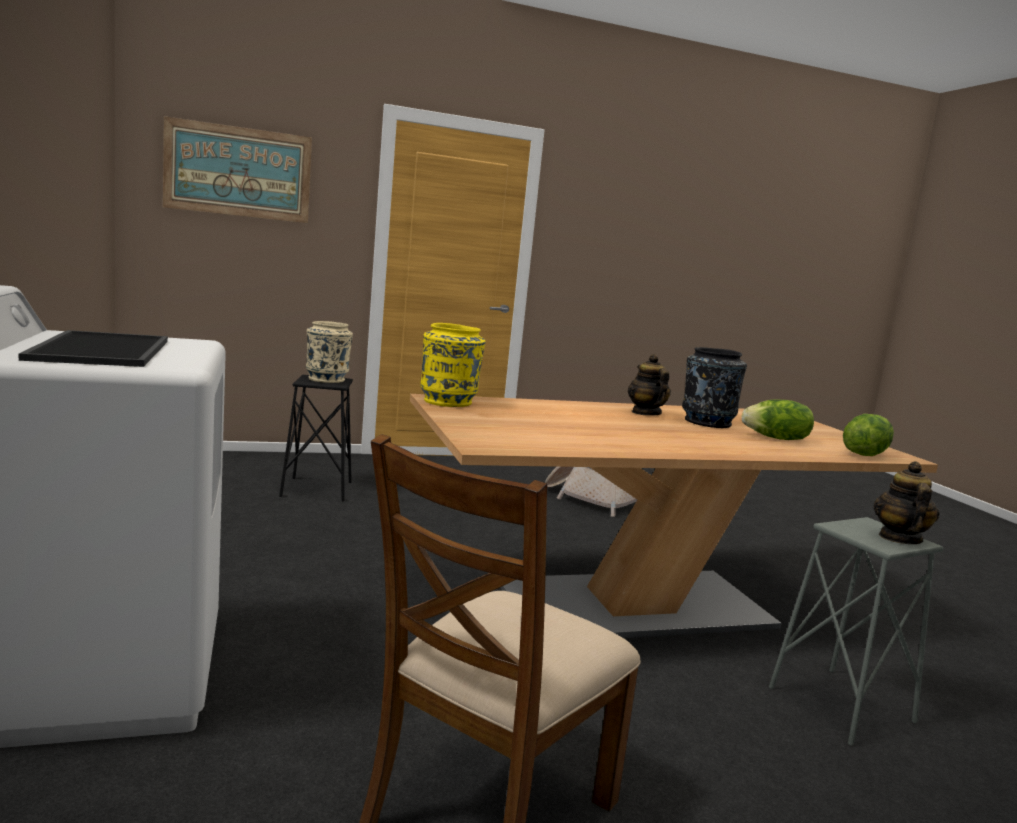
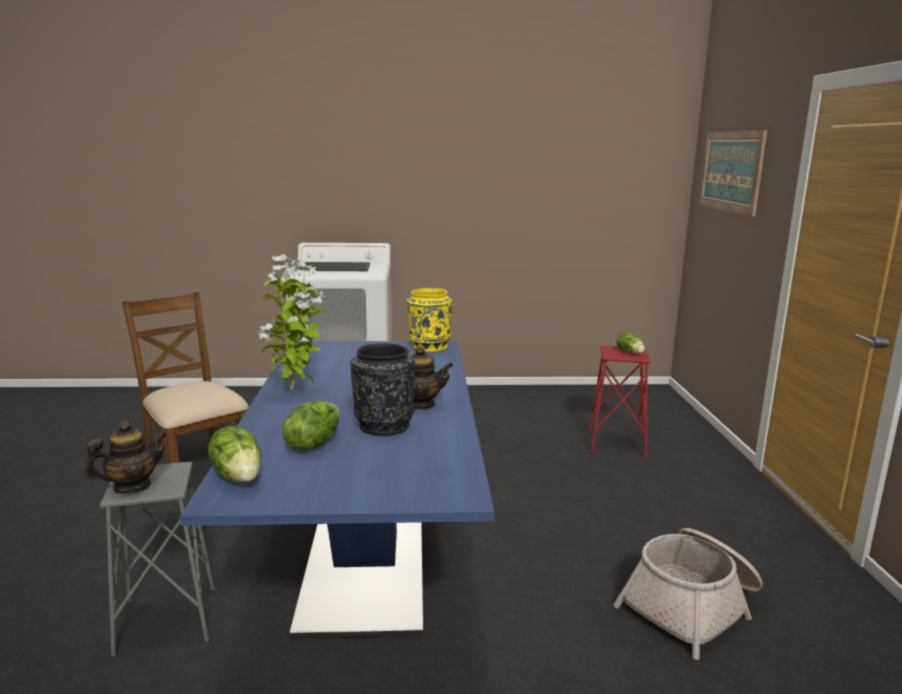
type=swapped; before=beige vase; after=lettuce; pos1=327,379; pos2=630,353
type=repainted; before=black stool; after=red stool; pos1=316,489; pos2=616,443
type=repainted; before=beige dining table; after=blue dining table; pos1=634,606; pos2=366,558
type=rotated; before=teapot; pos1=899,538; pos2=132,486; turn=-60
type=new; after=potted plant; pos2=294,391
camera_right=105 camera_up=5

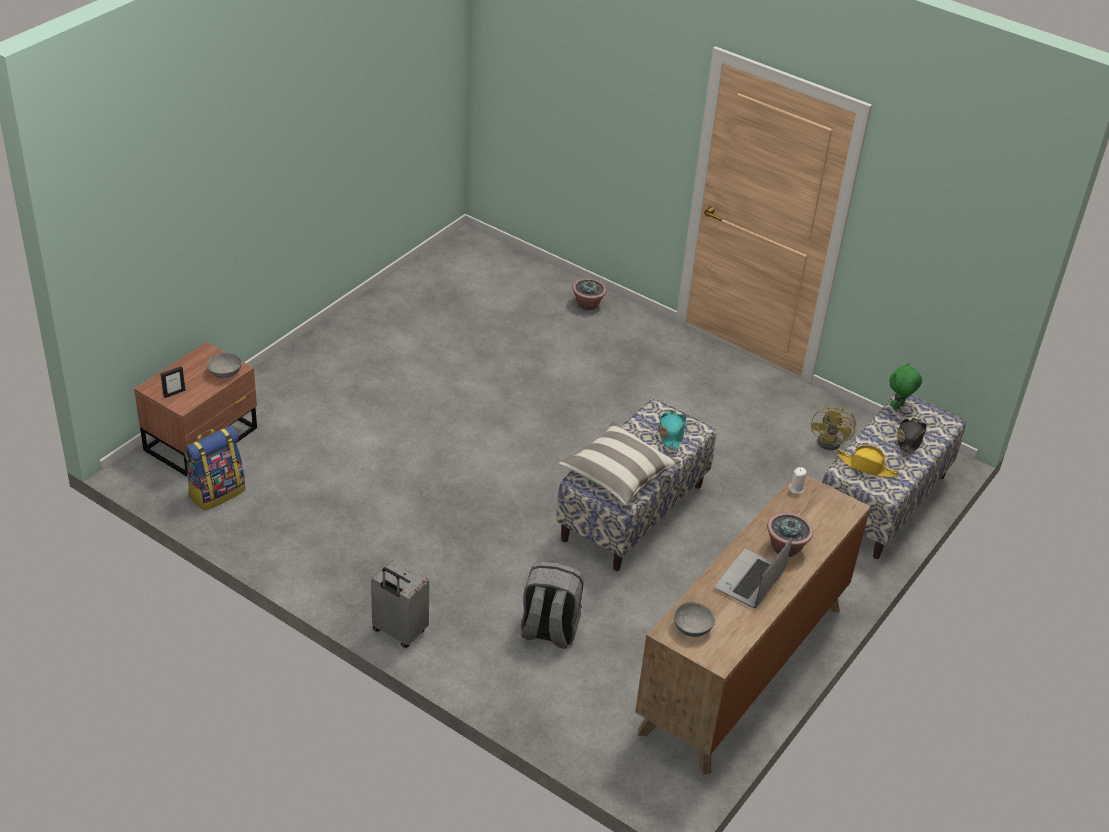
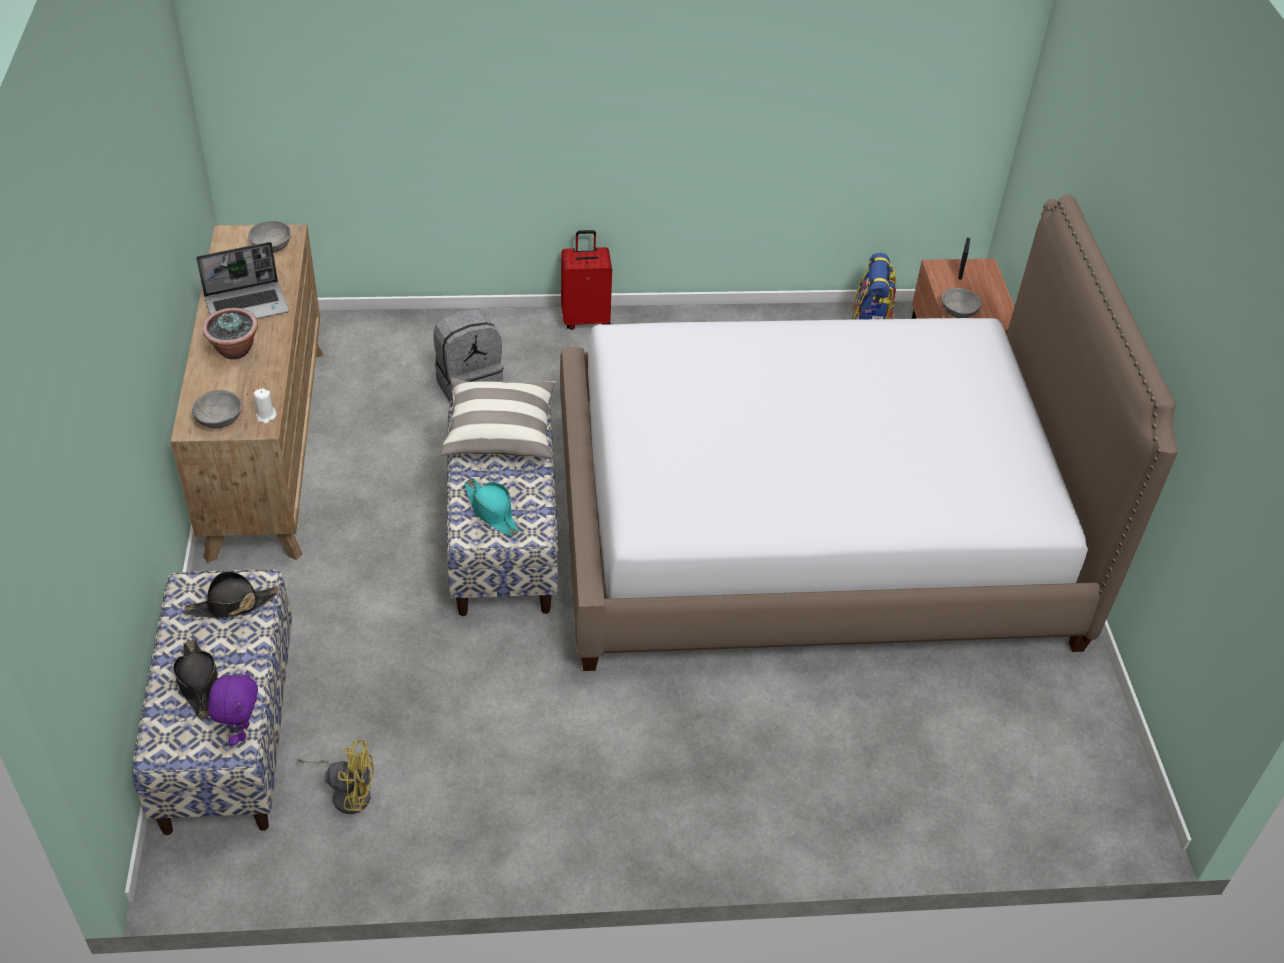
type=gone; before=potted plant; pos1=588,305
type=repainted; before=green plush toy; after=purple plush toy; pos1=898,407; pos2=241,731
type=rotated; before=yellow fan; pos1=833,441; pos2=347,792; turn=120
type=repainted; before=yellow hat; after=black hat; pos1=867,467; pos2=232,605
type=rotated; before=laptop; pos1=750,581; pos2=248,305; turn=75
type=repainted; before=grey suitcase; after=red suitcase; pos1=398,632; pos2=586,319
type=new; after=bed; pos2=811,529
type=new; after=grey bowl; pos2=218,419
camera_right=140 camera_up=5

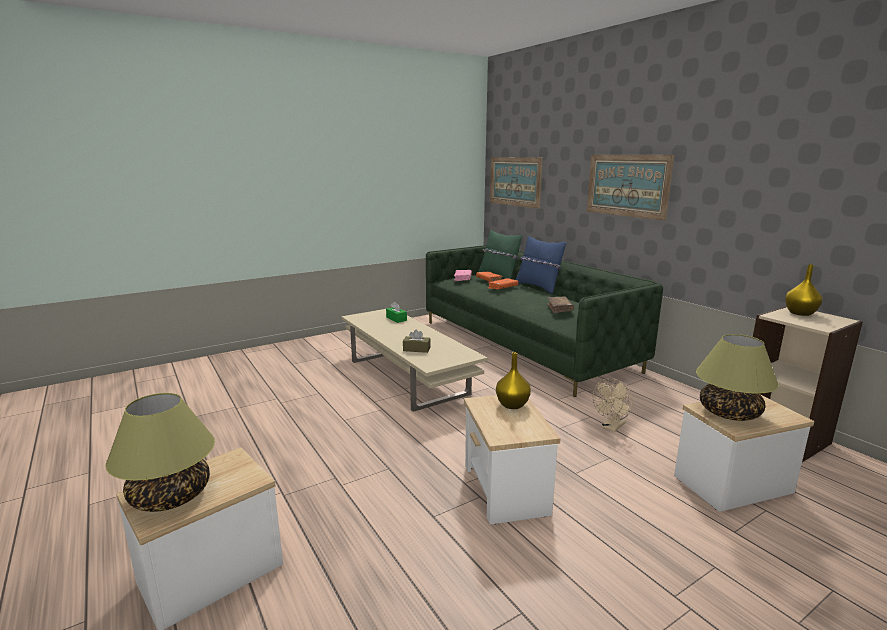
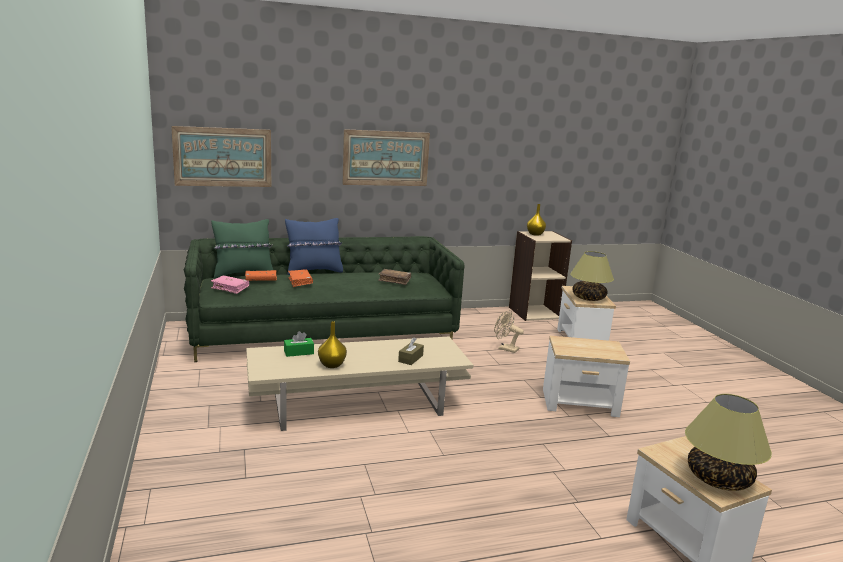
type=shifted; before=yellow vase; pos1=512,404; pos2=331,365
type=rotated; before=beige fan; pos1=611,427; pos2=505,348; turn=150
camera_right=-75 camera_up=0

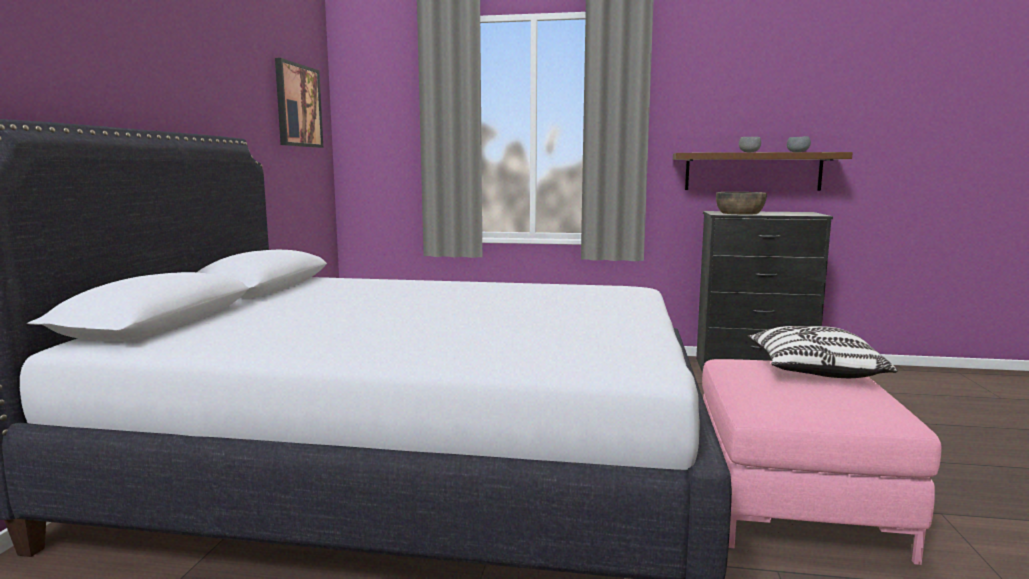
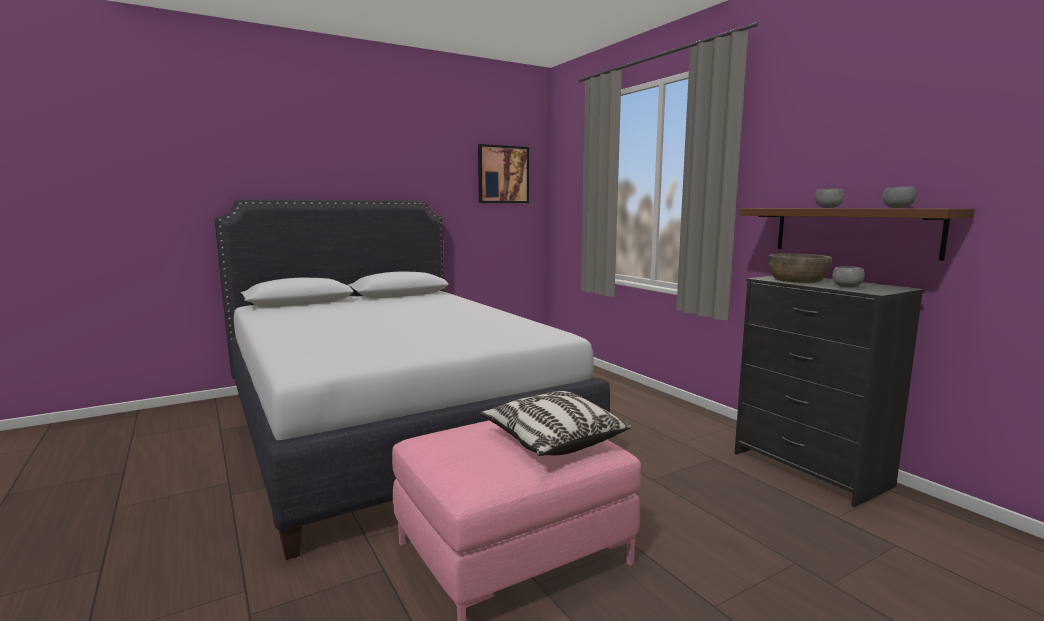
type=new; after=grey bowl; pos2=847,287
camera_right=50 camera_up=0

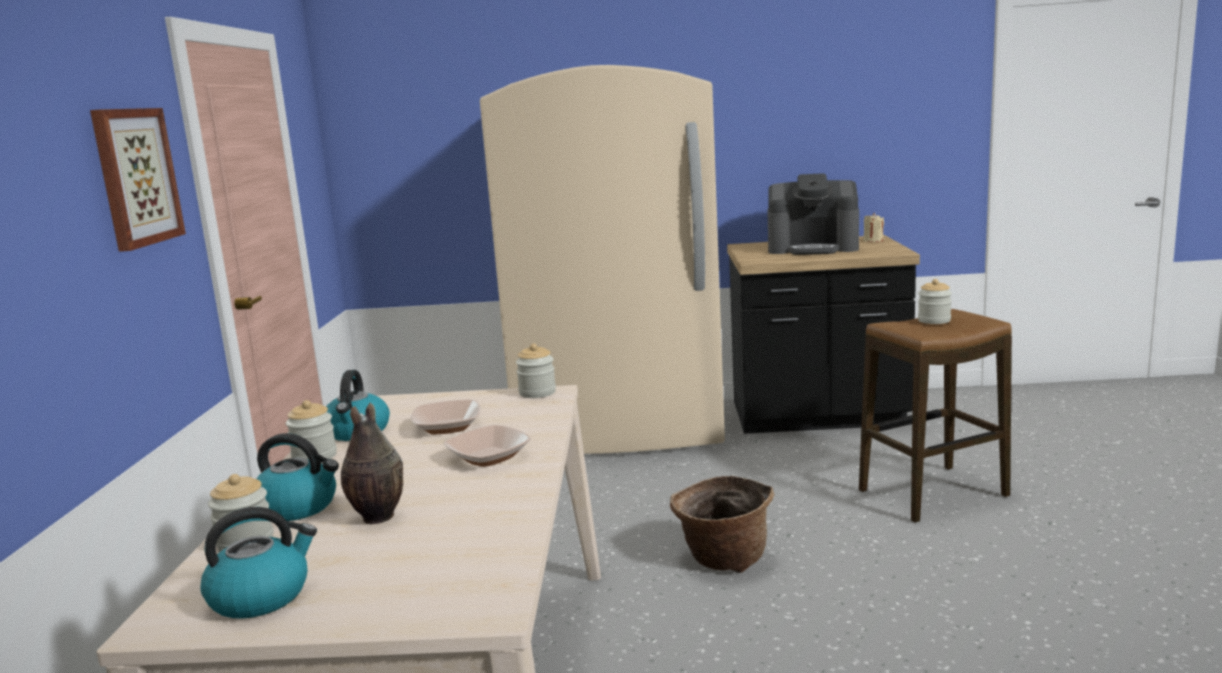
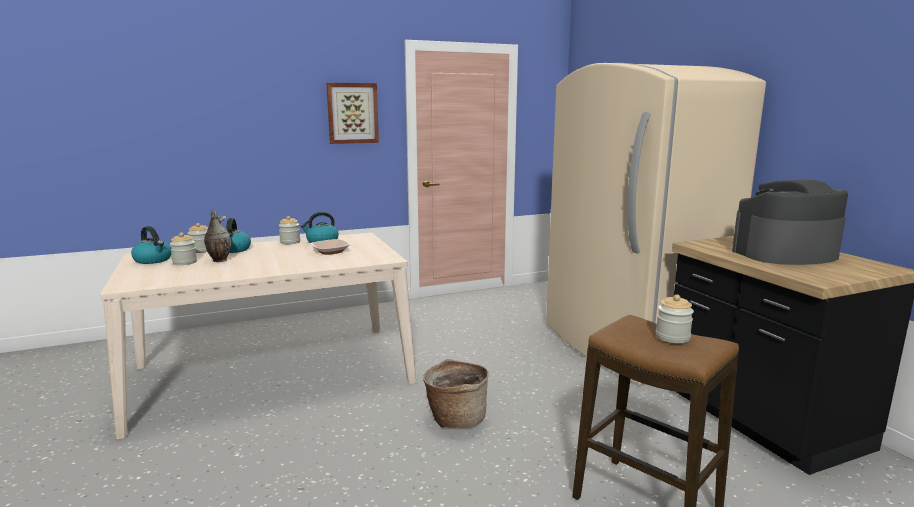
type=rotated; before=coffee machine; pos1=813,248; pos2=784,254; turn=90
type=gone; before=beige candle; pos1=873,240
type=shifted; before=jar; pos1=537,392; pos2=185,262
type=gone; before=bowl; pos1=488,457
camera_right=65 camera_up=0

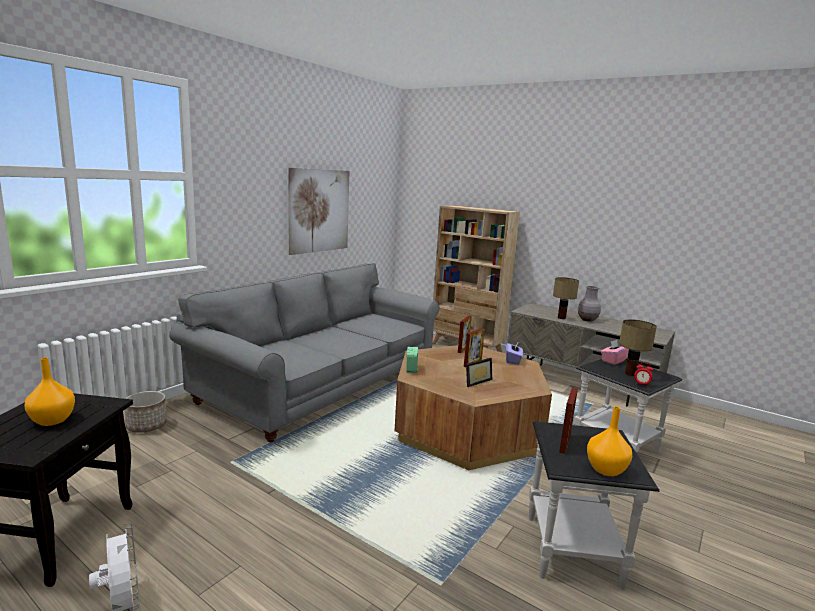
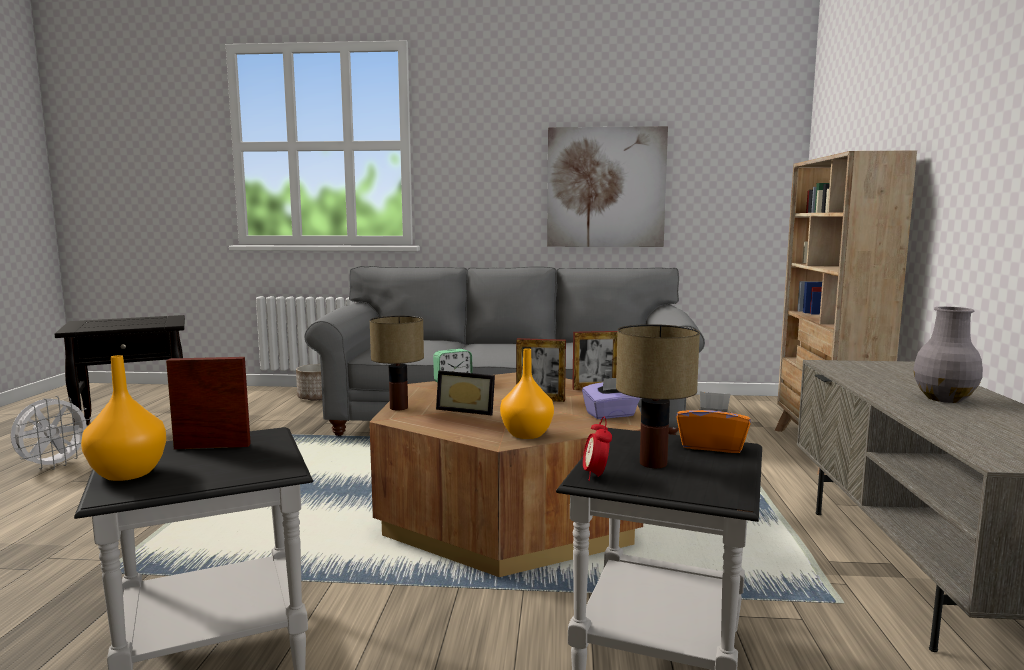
type=shifted; before=table lamp; pos1=562,318; pos2=398,408
type=repainted; before=pink tissue box; after=orange tissue box; pos1=613,361; pos2=711,446
type=shifted; before=orange vase; pos1=53,420; pos2=528,434
camera_right=60 camera_up=-5

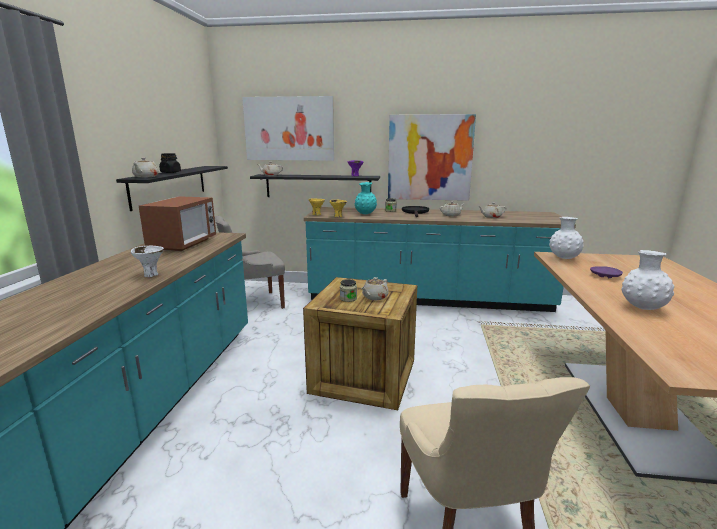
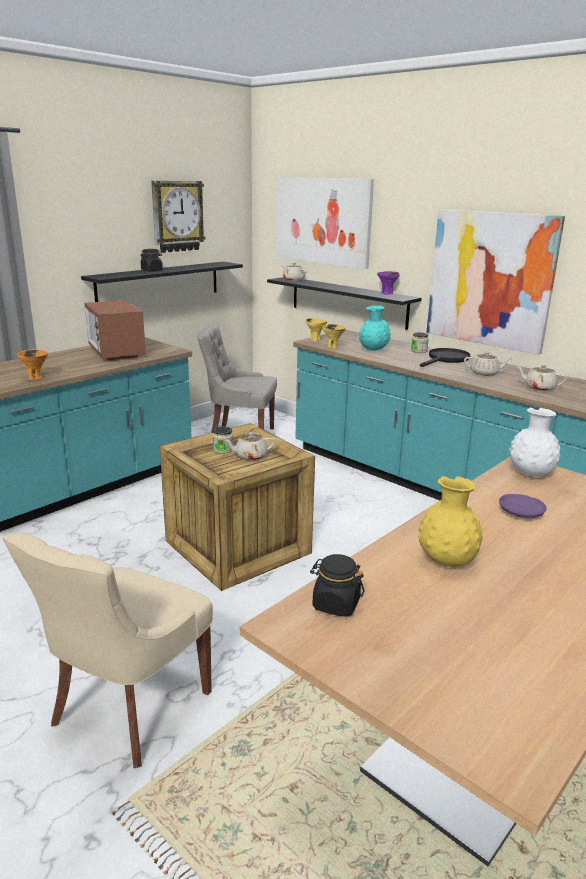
type=gone; before=beige teapot; pos1=145,177
type=rotated; before=microwave; pos1=183,244; pos2=116,352; turn=105
type=repainted; before=white bowl; after=orange bowl; pos1=150,274; pos2=35,377
type=repainted; before=white vase; after=yellow vase; pos1=642,308; pos2=446,561
type=new; after=wall clock; pos2=177,216
type=new; after=black jar; pos2=335,604
camera_right=35 camera_up=5

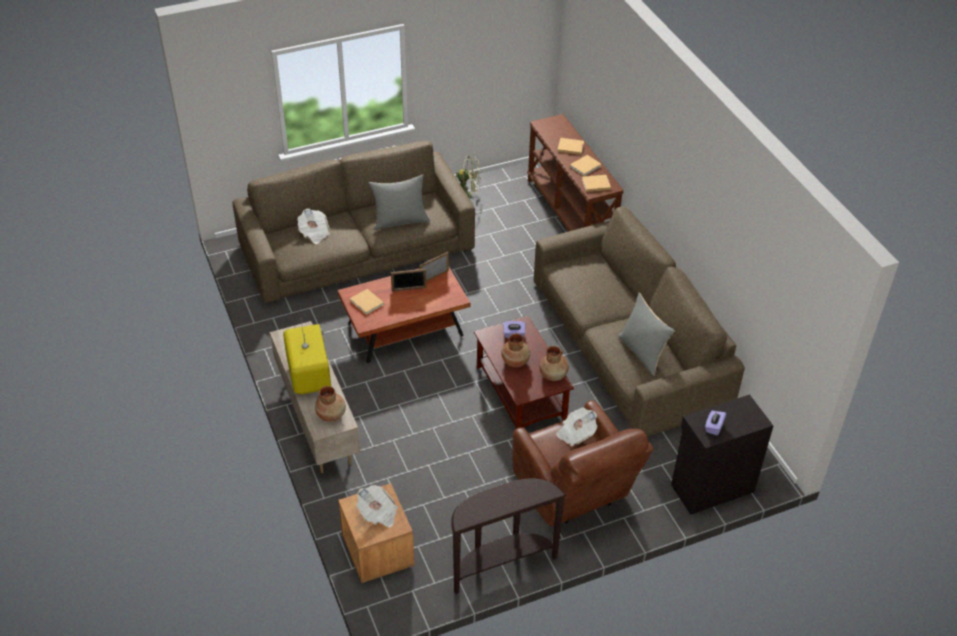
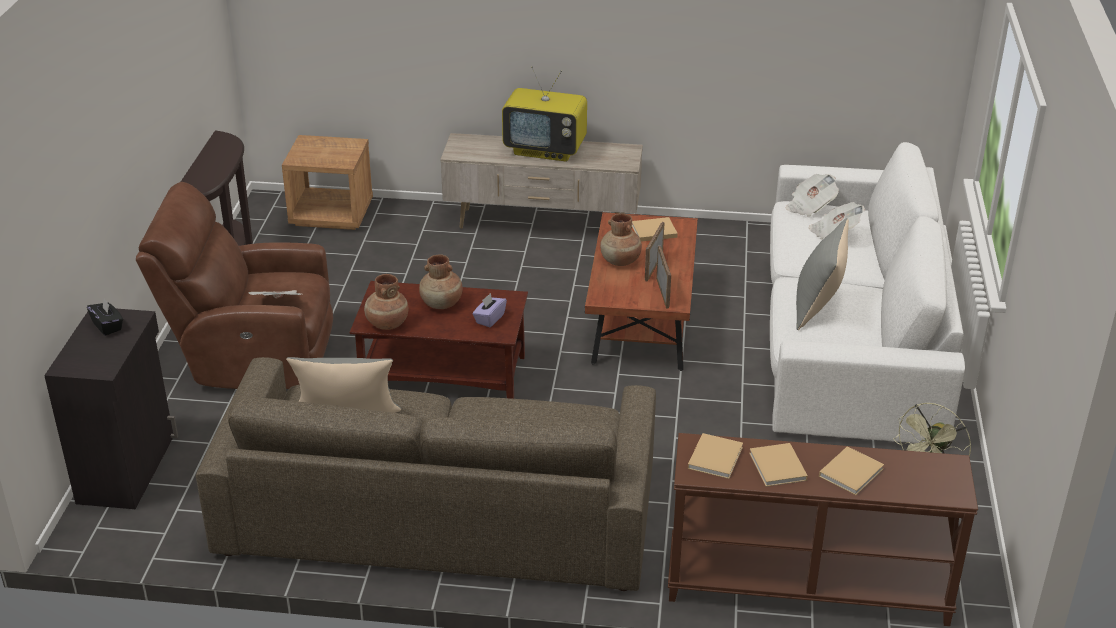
type=repainted; before=brown sofa; after=white sofa; pos1=357,248; pos2=849,332
type=shifted; before=brown vase; pos1=331,415; pos2=620,261
type=repainted; before=purple tissue box; after=black tissue box; pos1=714,427; pos2=107,326
type=shifted; before=newspaper; pos1=378,513; pos2=810,206
camera_right=120 camera_up=-10

